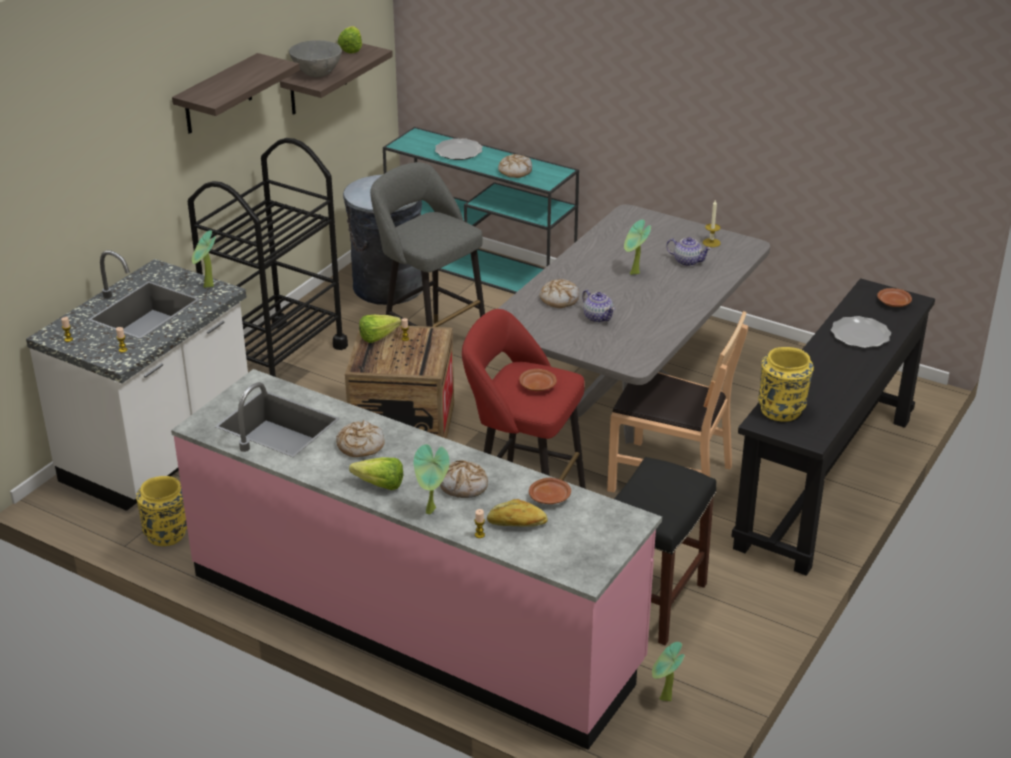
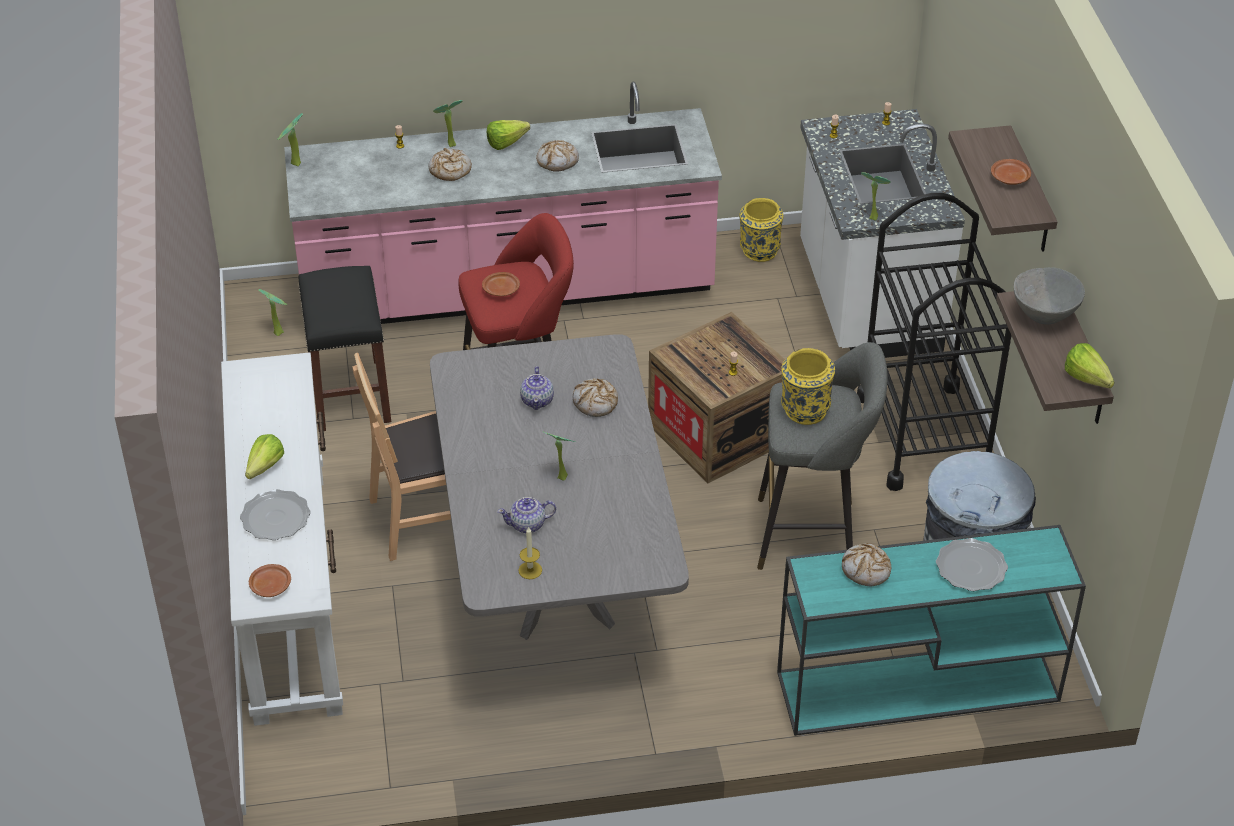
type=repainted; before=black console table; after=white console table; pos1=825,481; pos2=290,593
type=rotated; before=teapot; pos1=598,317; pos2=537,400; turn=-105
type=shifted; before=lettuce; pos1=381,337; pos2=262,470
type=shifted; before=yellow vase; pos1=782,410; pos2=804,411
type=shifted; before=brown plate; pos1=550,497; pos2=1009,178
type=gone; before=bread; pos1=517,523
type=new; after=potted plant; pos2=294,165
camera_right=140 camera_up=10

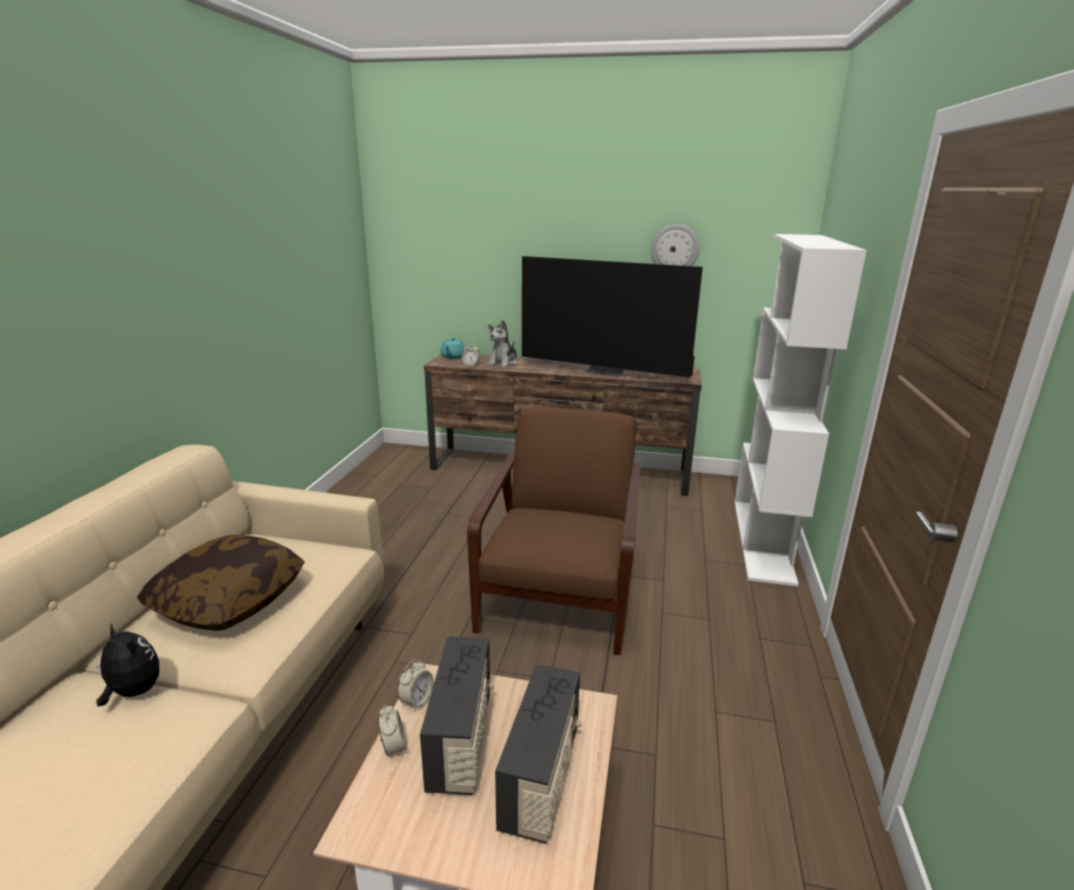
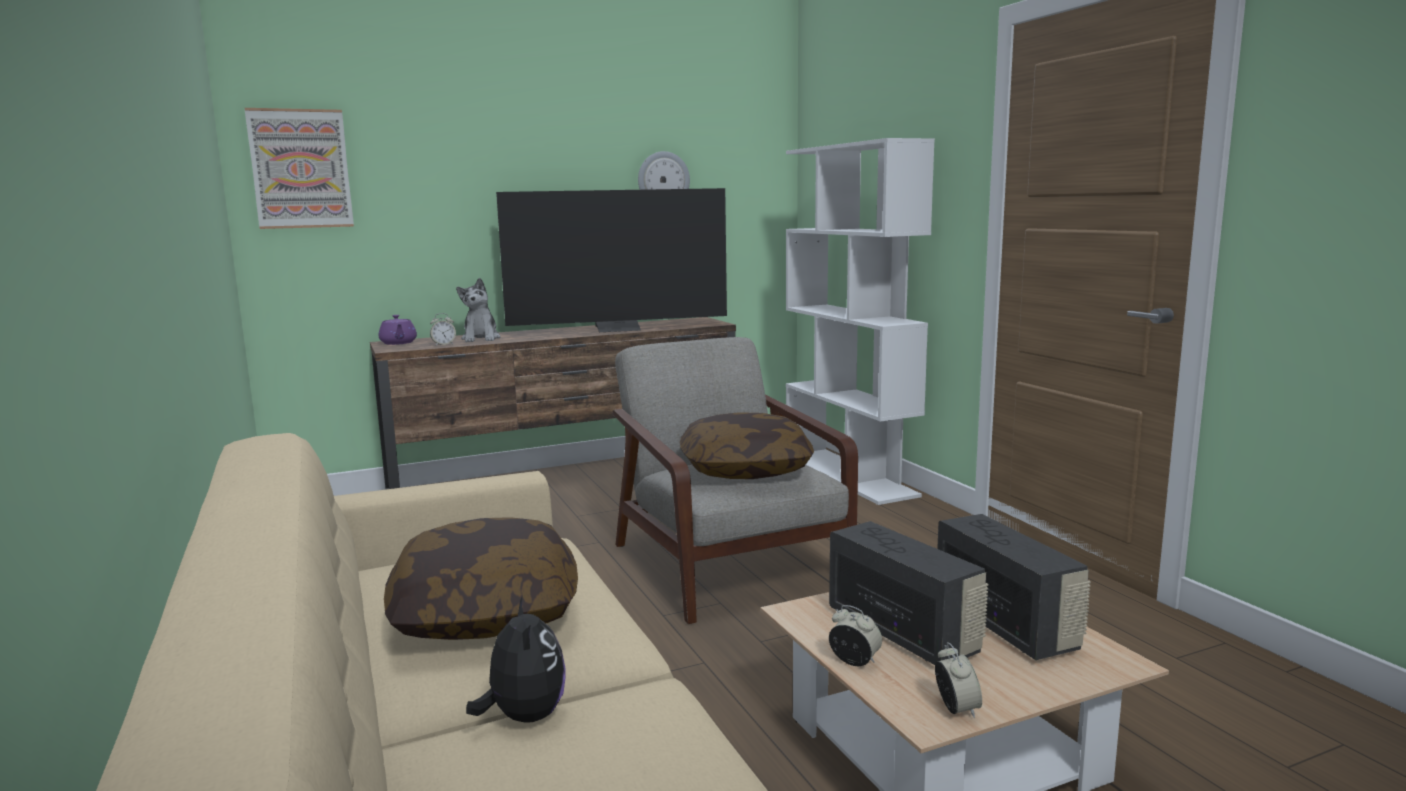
type=repainted; before=turquoise teapot; after=purple teapot; pos1=453,357; pos2=398,343
type=repainted; before=brown armchair; after=grey armchair; pos1=560,590; pos2=726,564
type=rotated; before=plush toy; pos1=133,692; pos2=524,716; turn=75
type=shifted; before=alarm clock; pos1=416,700; pos2=956,709
type=new; after=picture; pos2=301,169
type=new; after=pillow; pos2=745,469
camera_right=-35 camera_up=-10

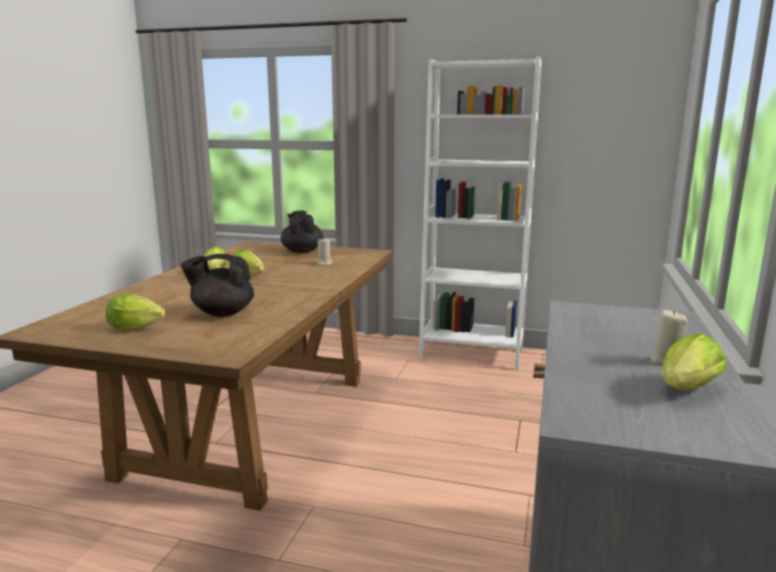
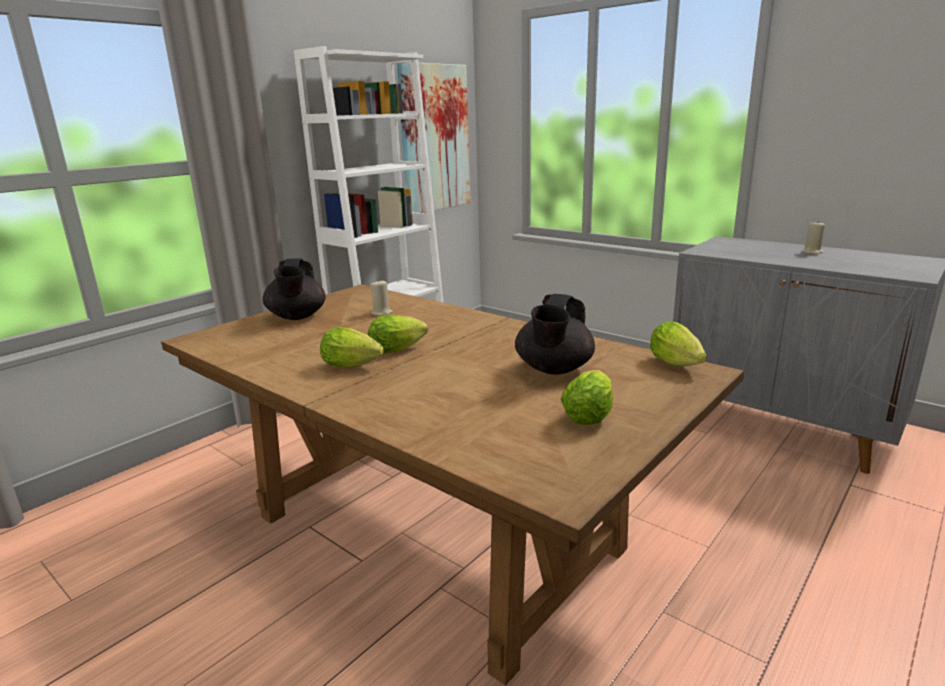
type=rotated; before=black teapot; pos1=302,251; pos2=297,317; turn=-105
type=shifted; before=lettuce; pos1=685,390; pos2=678,365
type=new; after=picture; pos2=435,138
camera_right=-65 camera_up=5

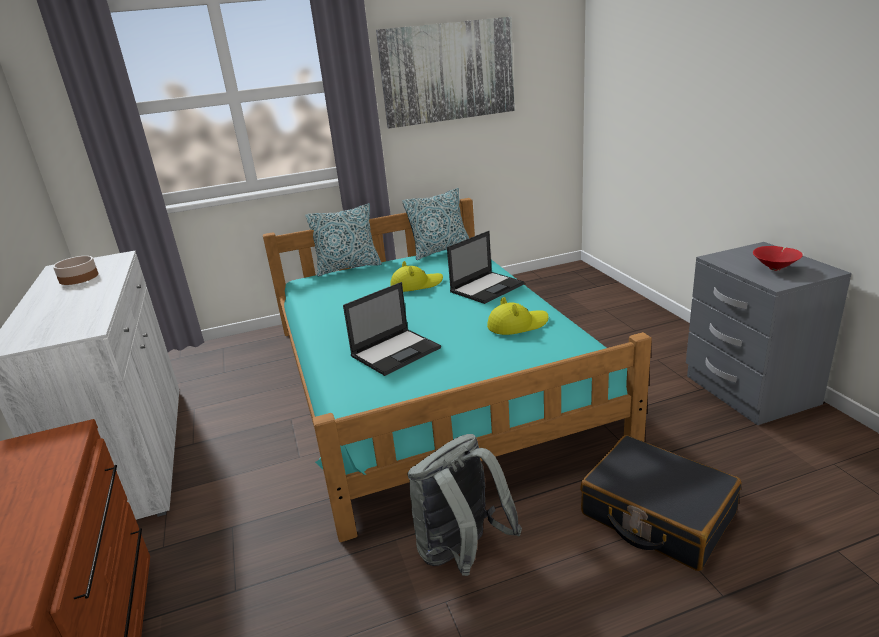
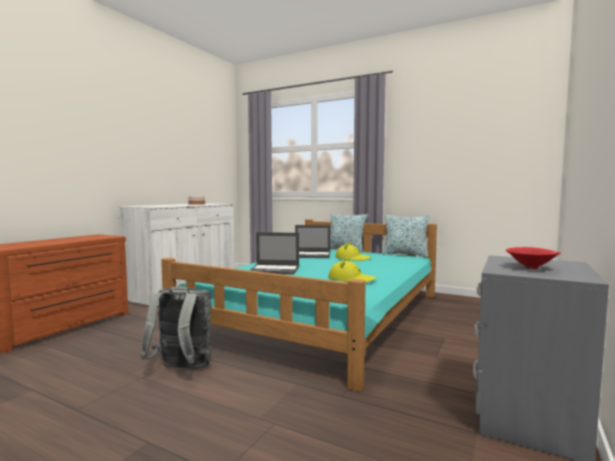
type=gone; before=picture; pos1=448,72
type=shifted; before=laptop; pos1=487,287; pos2=312,255
type=gone; before=black suitcase; pos1=656,515
camera_right=45 camera_up=-20

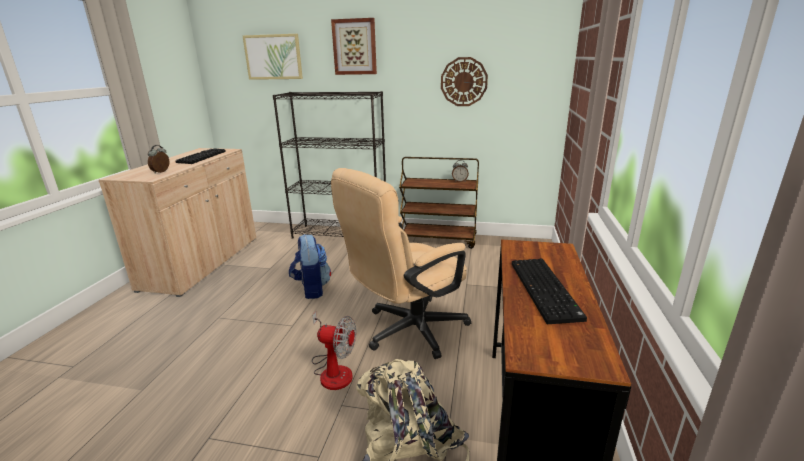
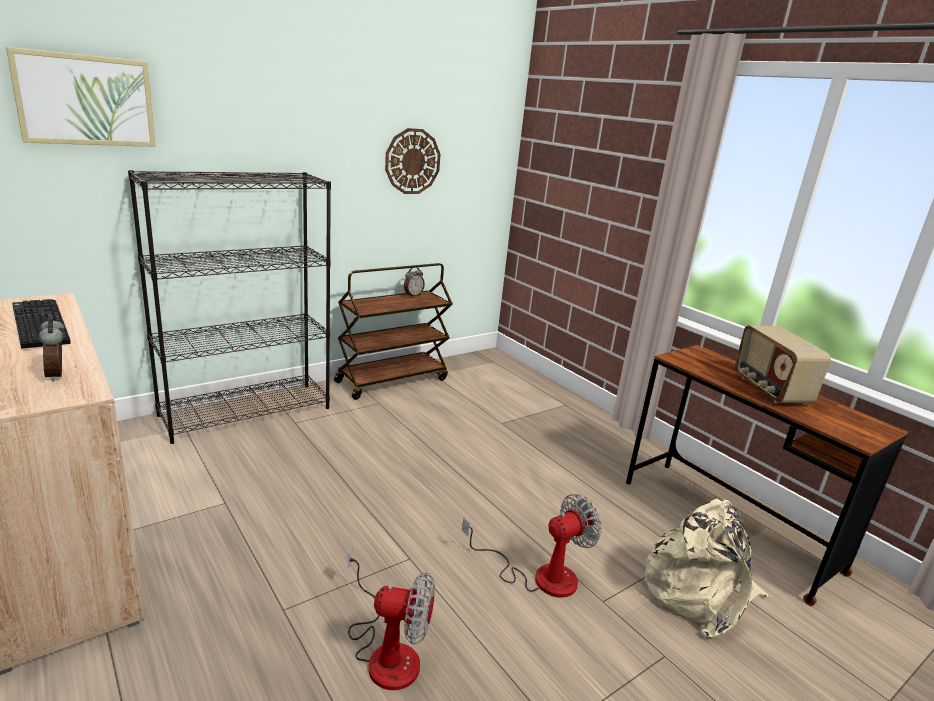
type=gone; before=picture; pos1=354,47
type=gone; before=beige office chair; pos1=407,331
type=gone; before=backpack; pos1=311,289
type=swapped; before=keyboard; after=radio; pos1=546,290; pos2=769,390
type=new; after=fan; pos2=386,651
camera_right=-50 camera_up=0

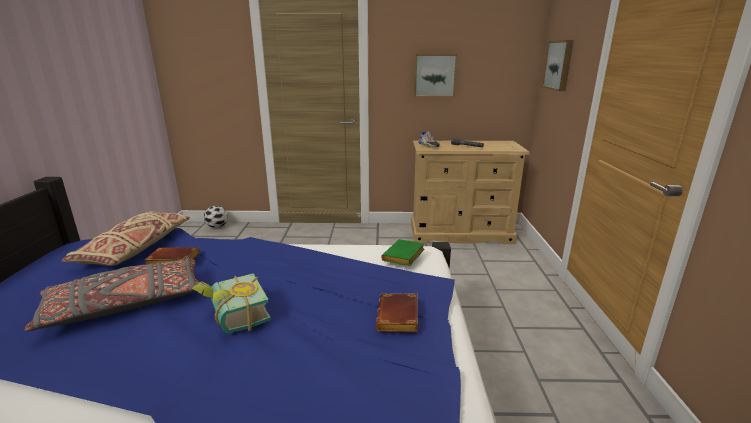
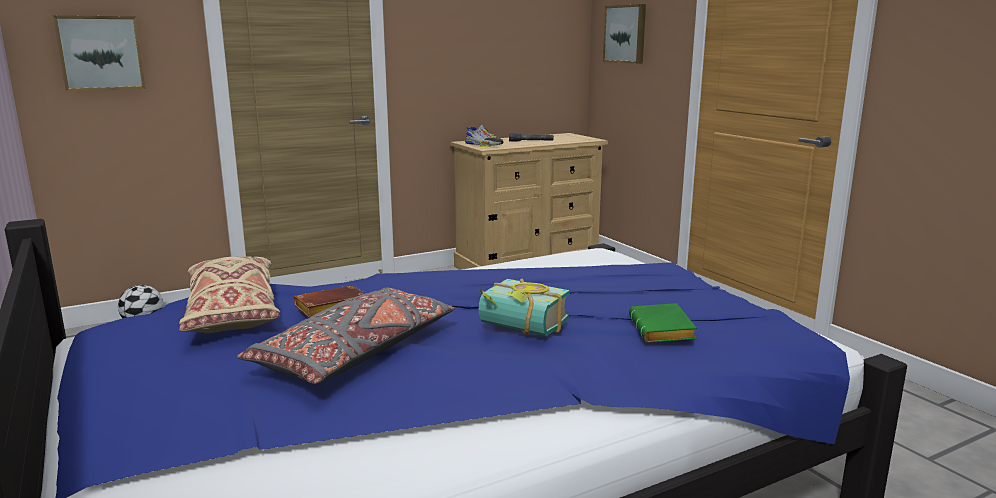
type=shifted; before=picture; pos1=434,75; pos2=100,53
type=shifted; before=green book; pos1=404,257; pos2=664,330
type=gone; before=brown book; pos1=399,318
camera_right=-30 camera_up=-5

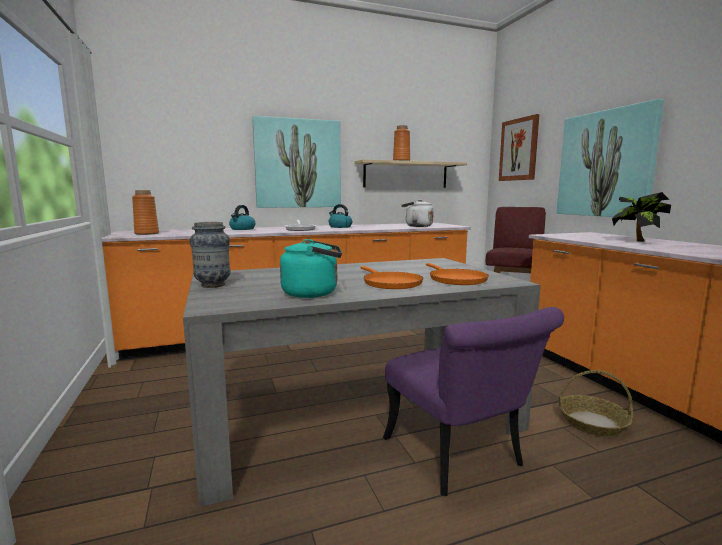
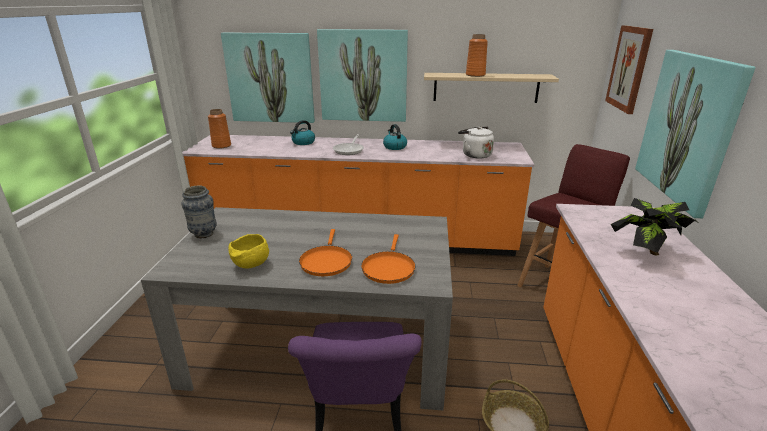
type=swapped; before=turquoise kettle; after=yellow bowl; pos1=313,293; pos2=251,265
type=new; after=picture; pos2=270,78
camera_right=25 camera_up=15

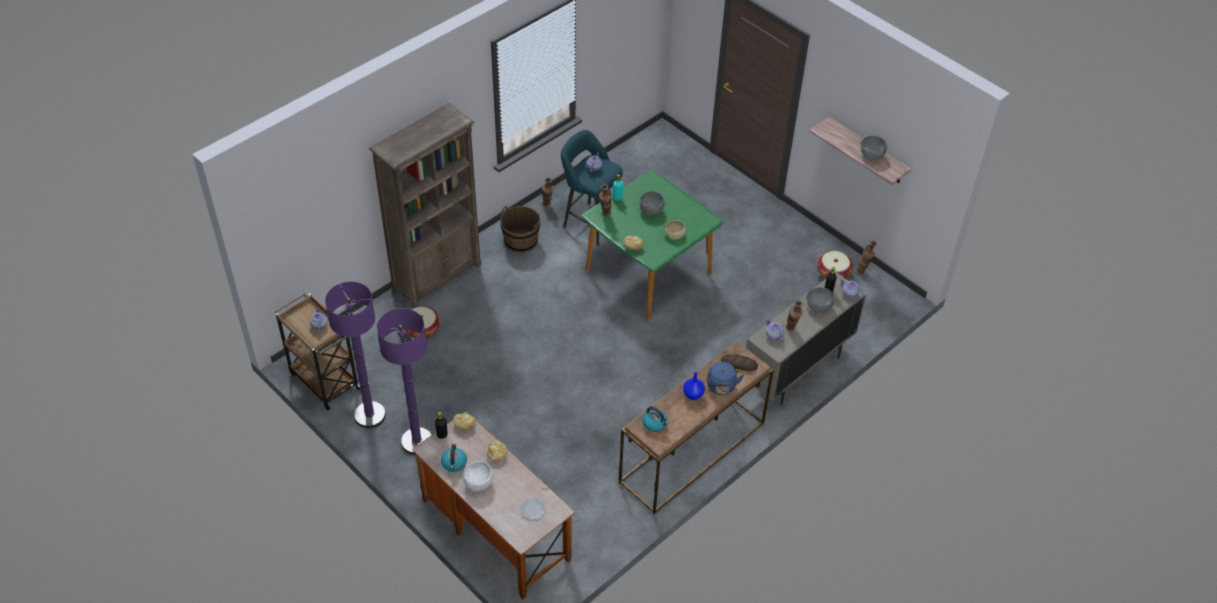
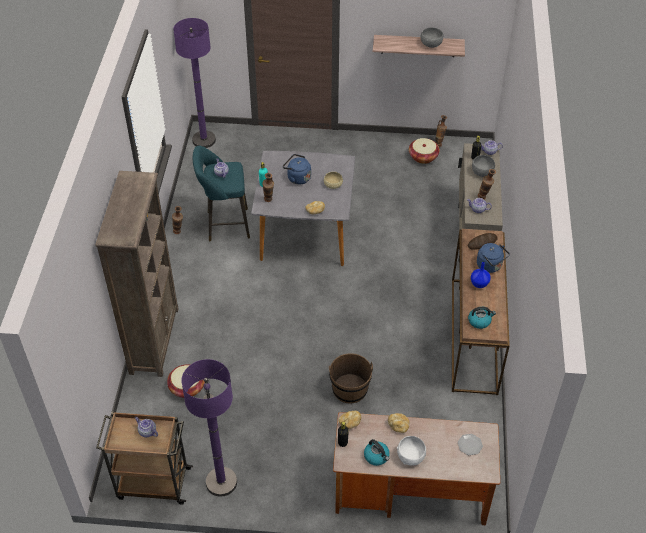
type=repainted; before=green dining table; after=grey dining table; pos1=648,271; pos2=305,233
type=swapped; before=grey bowl; after=blue kettle; pos1=651,210; pos2=297,178
type=shifted; before=brown bucket; pos1=521,241; pos2=350,389
type=shifted; before=purple floor lamp; pos1=417,442; pos2=204,140
camera_right=-40 camera_up=0

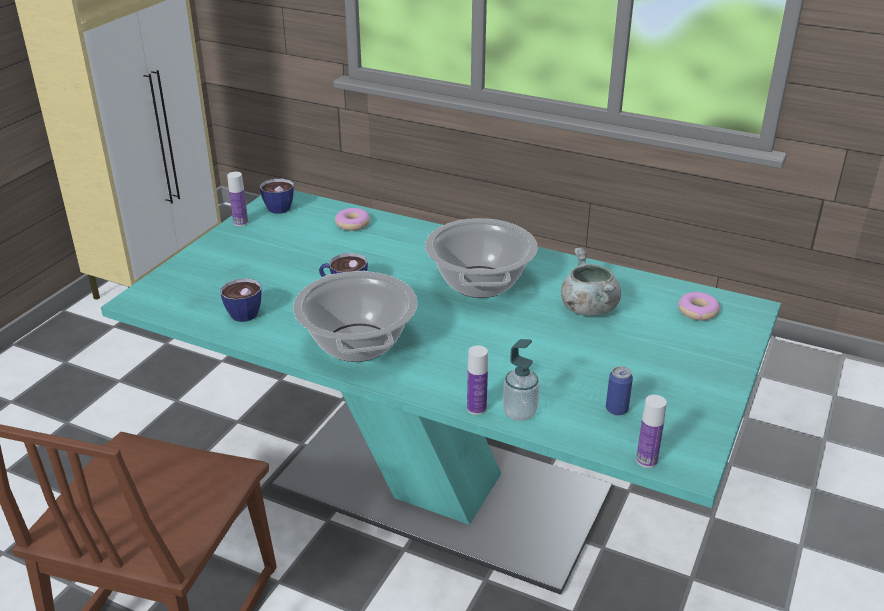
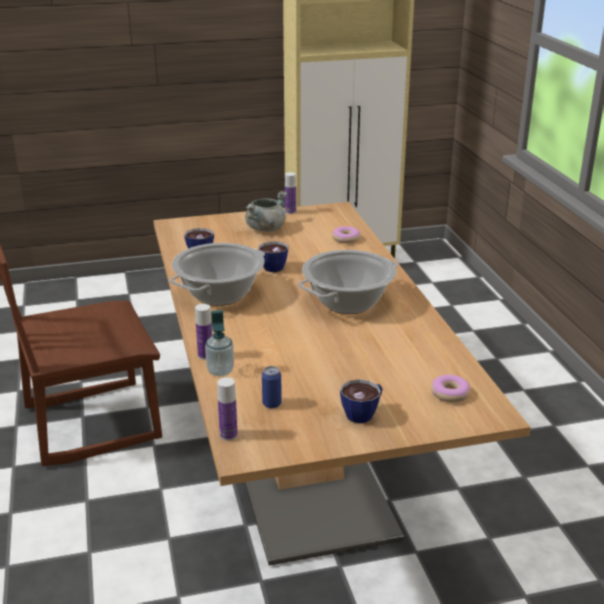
type=shifted; before=cup; pos1=279,206; pos2=363,413
type=repainted; before=turquoise dining table; after=beige dining table; pos1=442,490; pos2=302,464
type=shifted; before=grey cooking pot; pos1=587,307; pos2=265,228
camera_right=50 camera_up=-5

